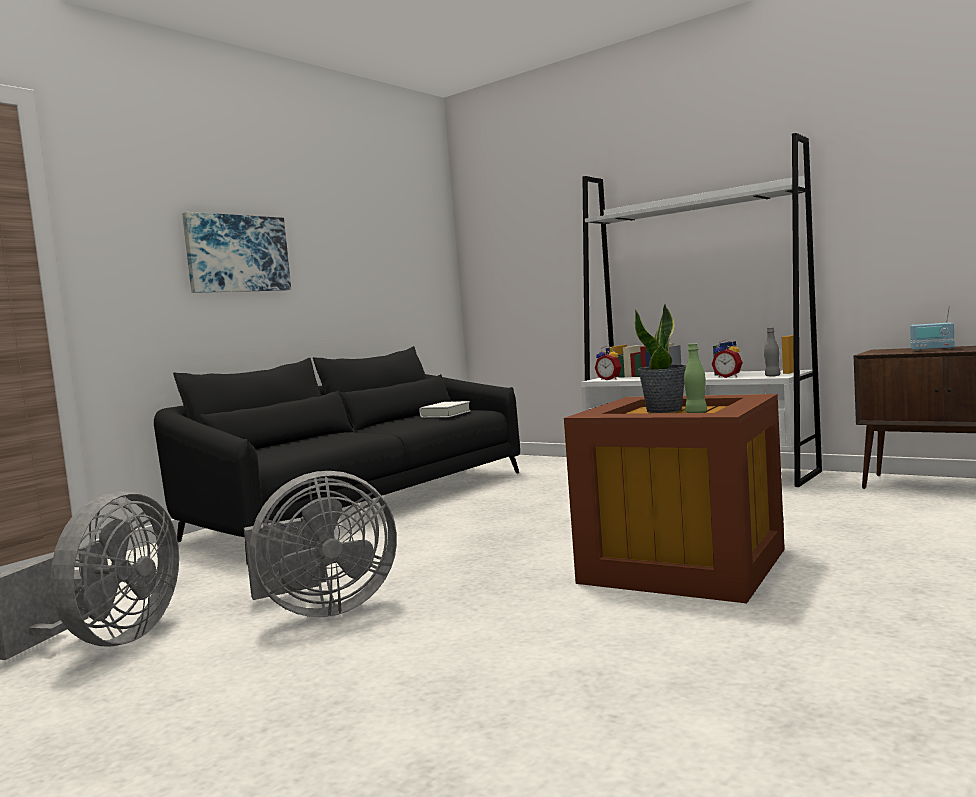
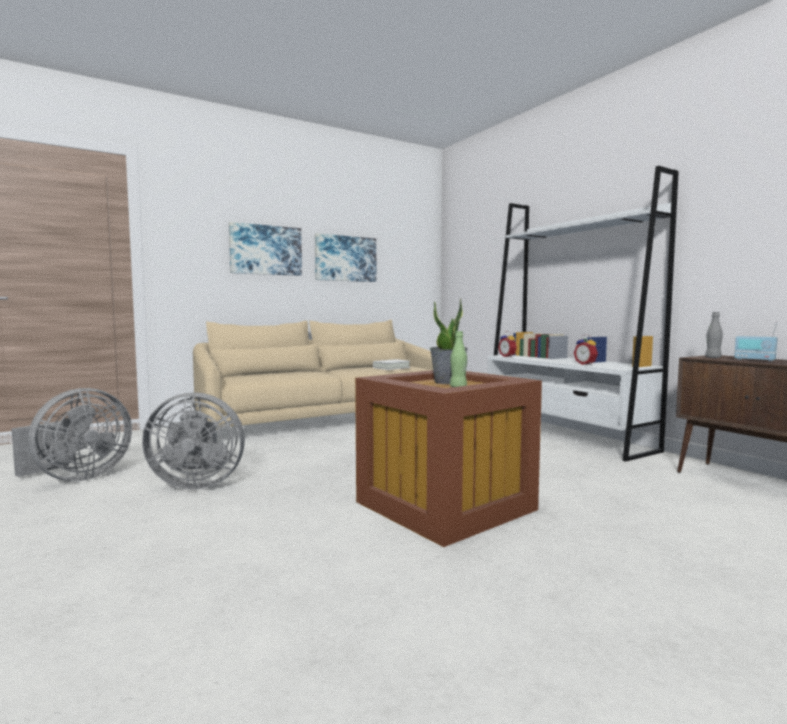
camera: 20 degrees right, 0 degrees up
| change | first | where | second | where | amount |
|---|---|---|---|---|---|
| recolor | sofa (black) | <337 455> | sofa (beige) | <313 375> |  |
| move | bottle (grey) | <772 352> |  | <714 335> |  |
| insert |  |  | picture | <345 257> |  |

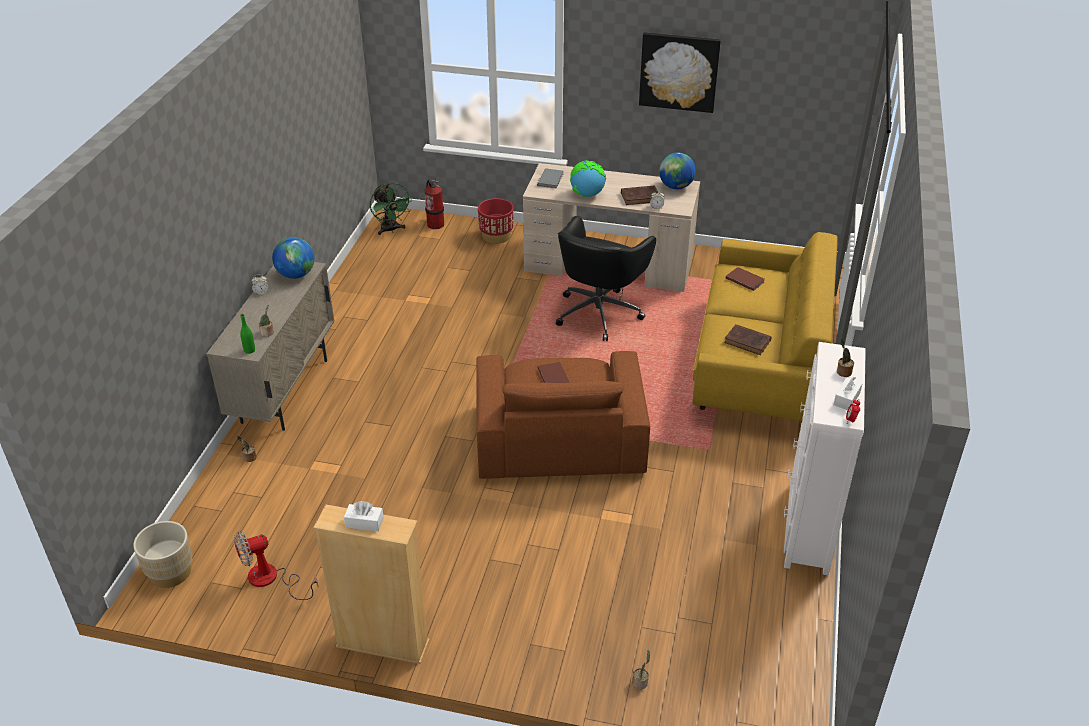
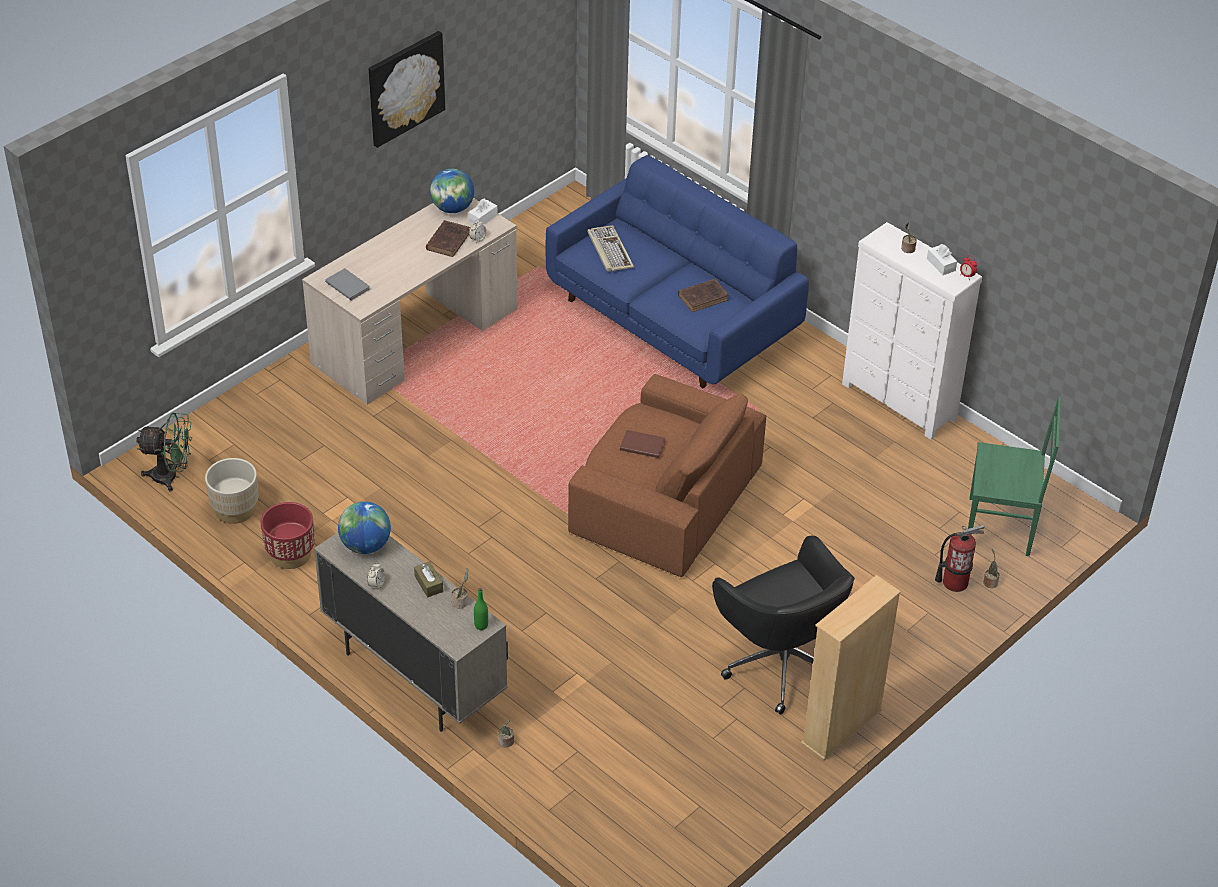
camera: 60 degrees left, 5 degrees up
| change | first | where | second | where | amount |
|---|---|---|---|---|---|
| move | planter (beige) | <162 554> |  | <231 491> |  |
| delete | fan | <276 565> |  |  |  |
| move | tissue box (white) | <364 516> |  | <483 211> |  |
| move | fire extinguisher | <434 204> |  | <959 558> |  |
| move | planter (red) | <496 221> |  | <287 535> |  |
| move | office chair (black) | <606 278> |  | <783 625> |  |
| delete | globe | <588 178> |  |  |  |
| recolor | sofa (yellow) | <765 326> | sofa (blue) | <677 271> |  |
| replace | book (brown) | <745 279> | keyboard | <610 248> |  |
| insert |  |  | tissue box (brown) | <428 579> |  |
| insert |  |  | chair (green) | <1014 476> |  |

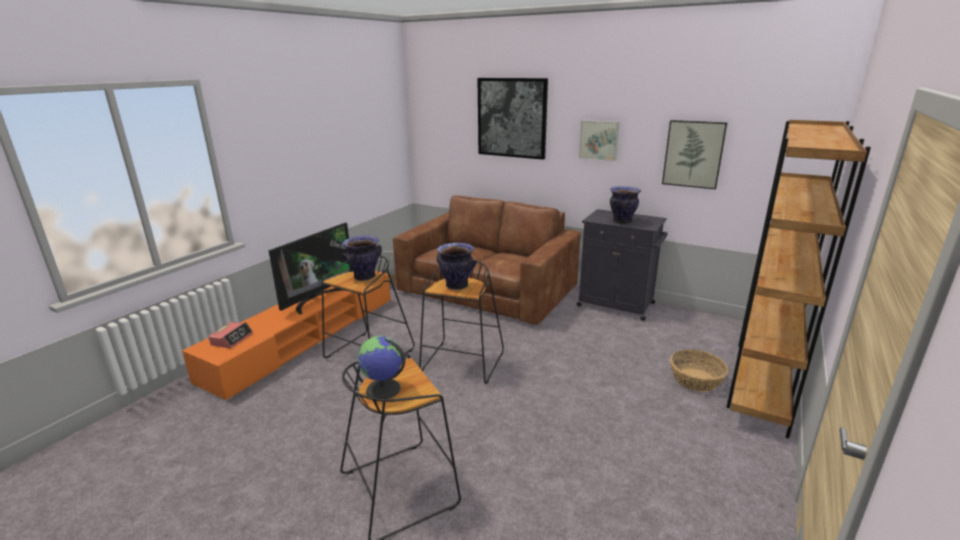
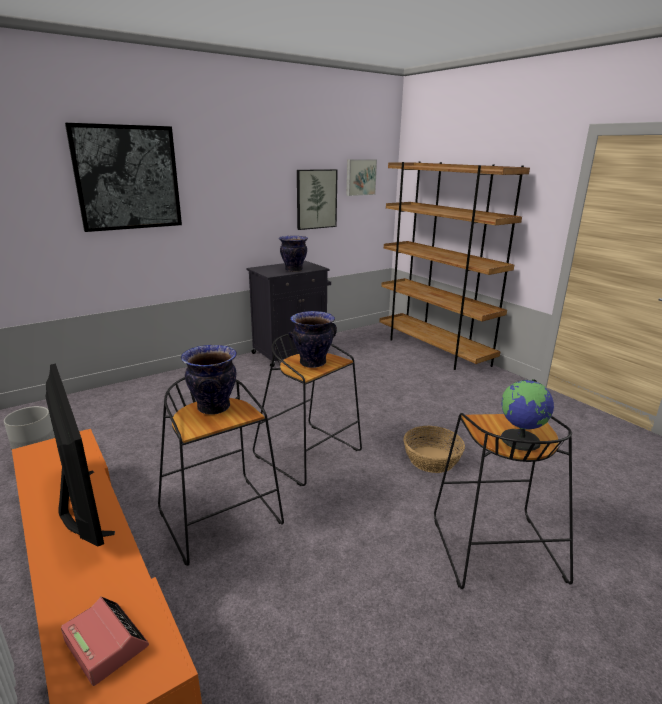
camera: 65 degrees left, 0 degrees up
| change | first | where | second | where | amount |
|---|---|---|---|---|---|
| delete | sofa (brown) | <486 260> |  |  |  |
| move | picture | <599 140> |  | <361 177> |  |
| move | basket | <699 370> |  | <434 449> |  |

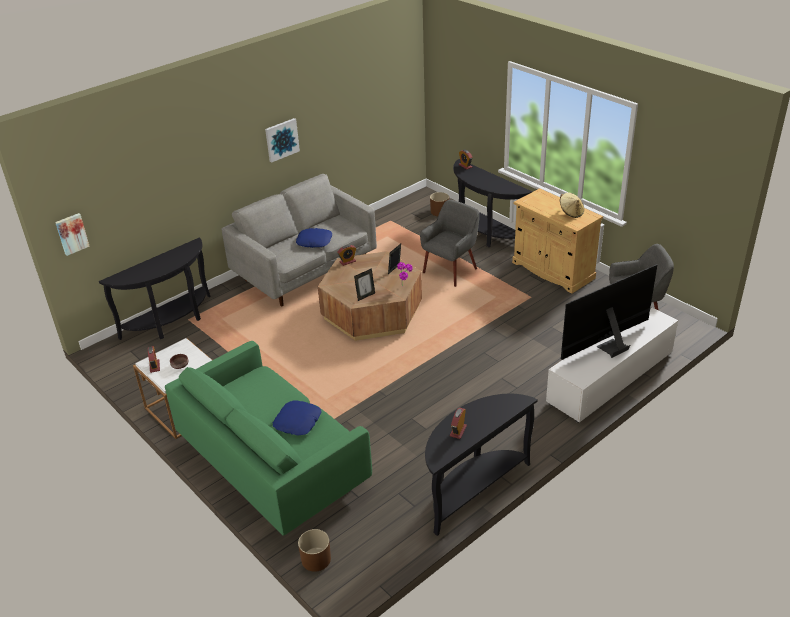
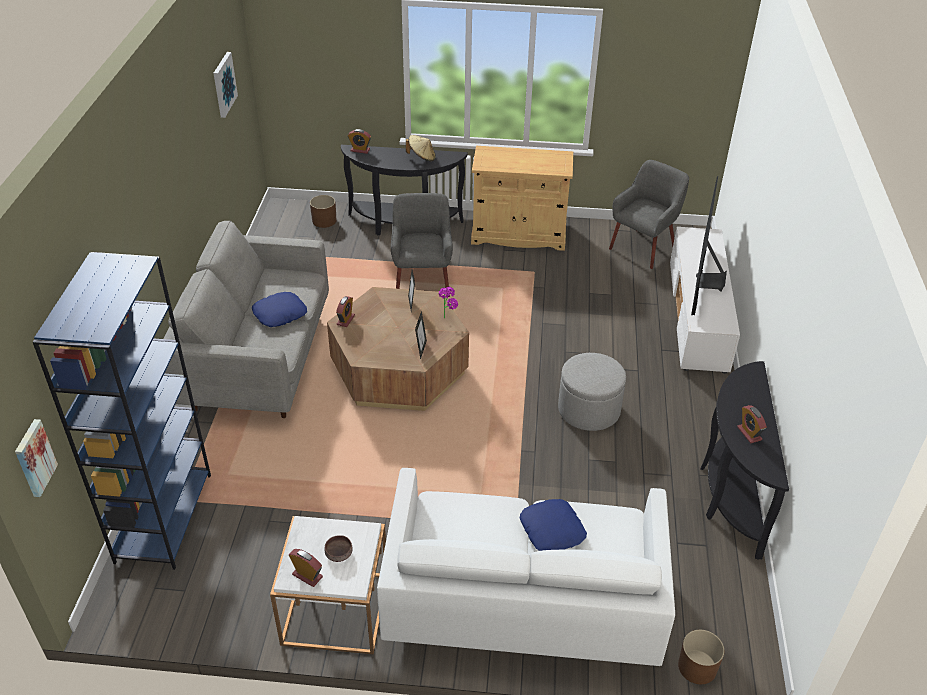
camera: 45 degrees left, 5 degrees up
| change | first | where | second | where | amount |
|---|---|---|---|---|---|
| replace | console table (black) | <155 289> | bookcase (blue) | <122 411> |  |
| recolor | sofa (green) | <268 438> | sofa (white) | <526 567> |  |
| move | picture | <282 140> |  | <226 85> |  |
| move | hat (beige) | <572 205> |  | <421 148> |  |
| insert |  |  | ottoman (grey) | <592 392> |  |

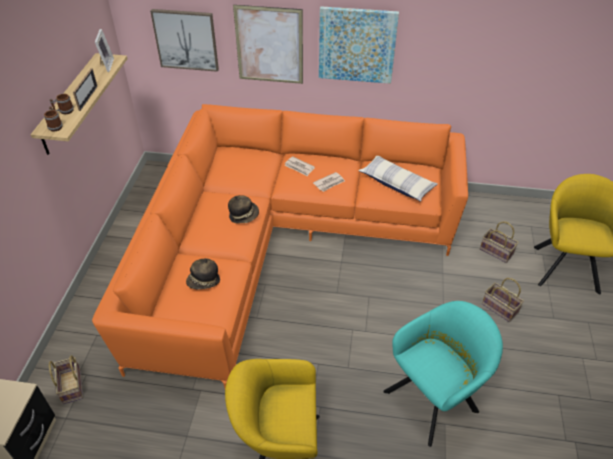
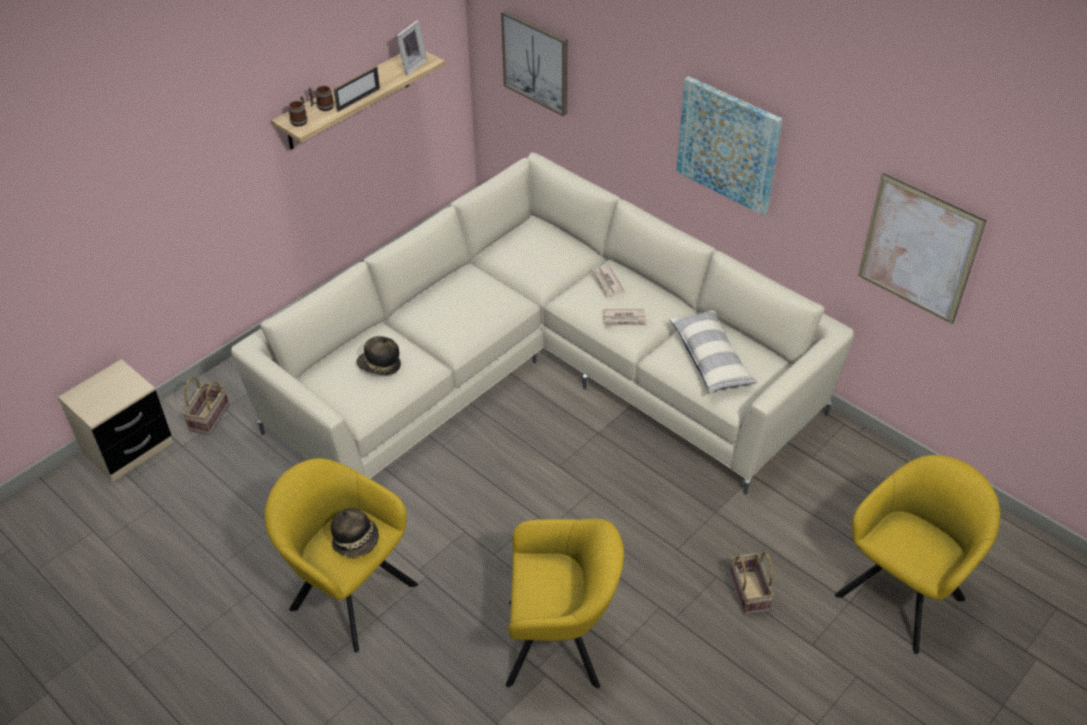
camera: 35 degrees right, 0 degrees up
| change | first | where | second | where | amount |
|---|---|---|---|---|---|
| recolor | sofa (orange) | <280 246> | sofa (beige) | <542 323> |  |
| move | hat | <243 209> |  | <355 532> |  |
| move | picture | <268 44> |  | <922 248> |  |
| recolor | armchair (turquoise) | <443 374> | armchair (yellow) | <565 603> |  |
| delete | basket | <499 242> |  |  |  |

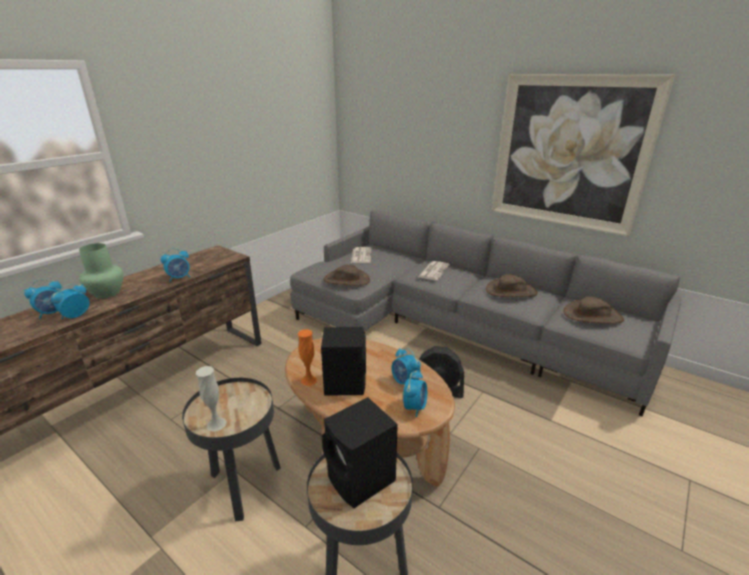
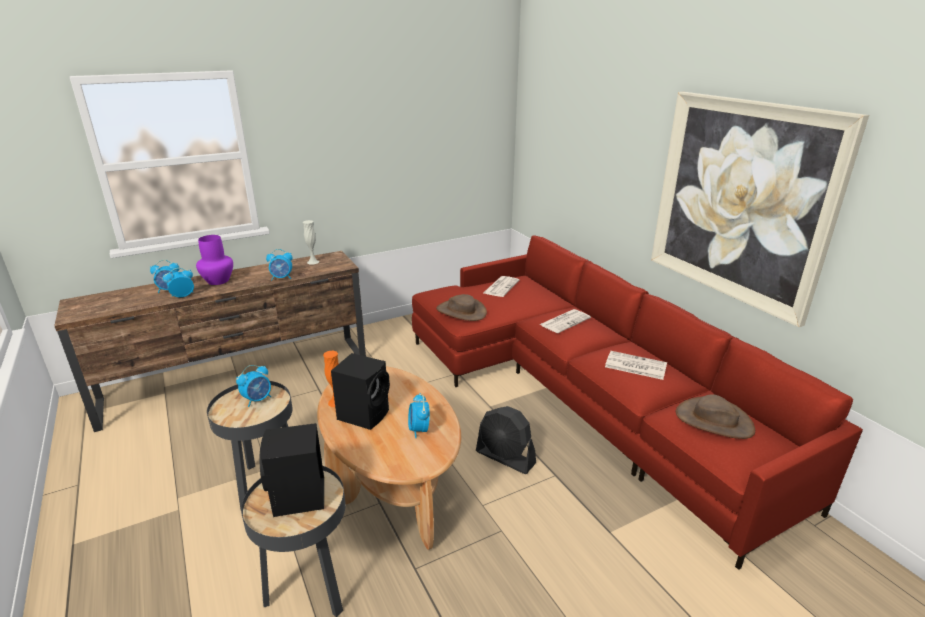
camera: 25 degrees right, 0 degrees up
| change | first | where | second | where | amount |
|---|---|---|---|---|---|
| recolor | vase (green) | <101 271> | vase (purple) | <214 260> |  |
| move | vase (white) | <211 399> |  | <311 242> |  |
| recolor | sofa (grey) | <485 313> | sofa (red) | <637 402> |  |
| move | alarm clock | <415 393> |  | <253 386> |  |
| replace | hat (brown) | <512 285> | newspaper | <636 365> |  |

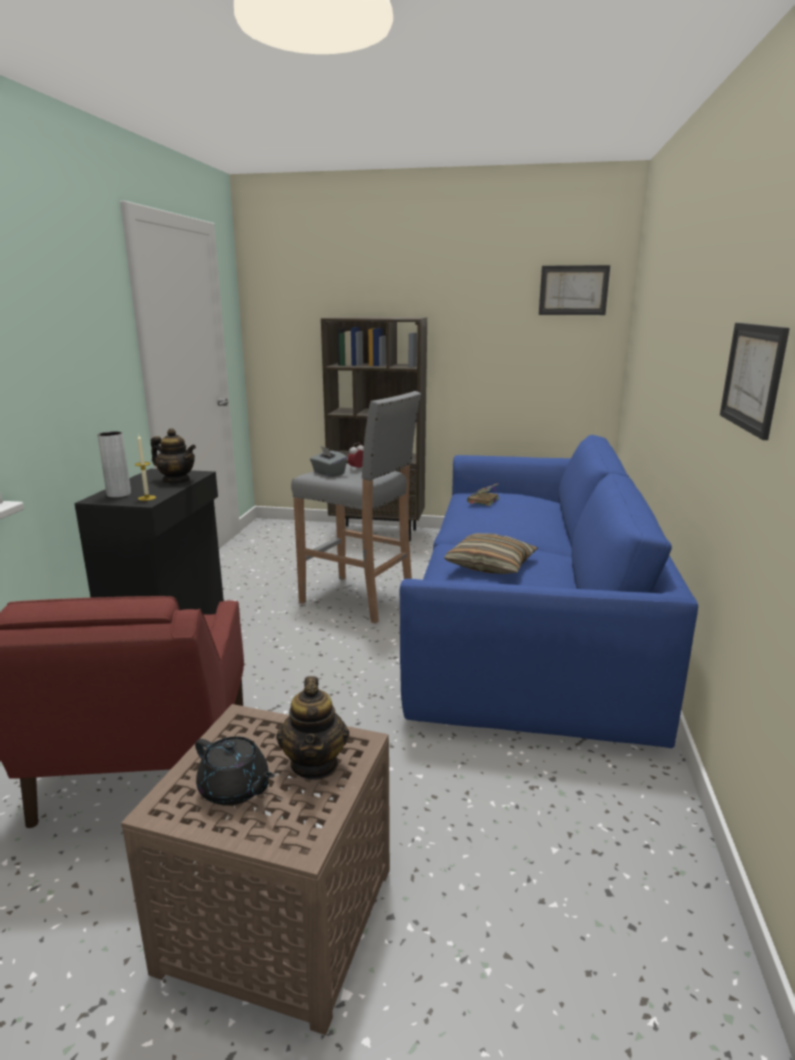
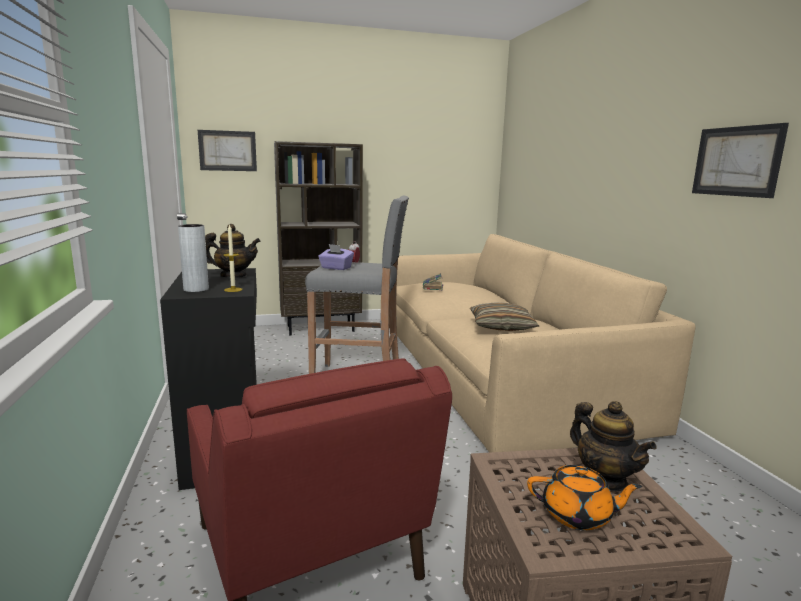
camera: 25 degrees left, 5 degrees down
| change | first | where | second | where | amount |
|---|---|---|---|---|---|
| recolor | teapot (black) | <235 771> | teapot (orange) | <585 497> |  |
| recolor | tissue box (grey) | <328 461> | tissue box (purple) | <336 257> |  |
| recolor | sofa (blue) | <548 591> | sofa (beige) | <546 343> |  |
| move | picture | <574 290> |  | <227 150> |  |

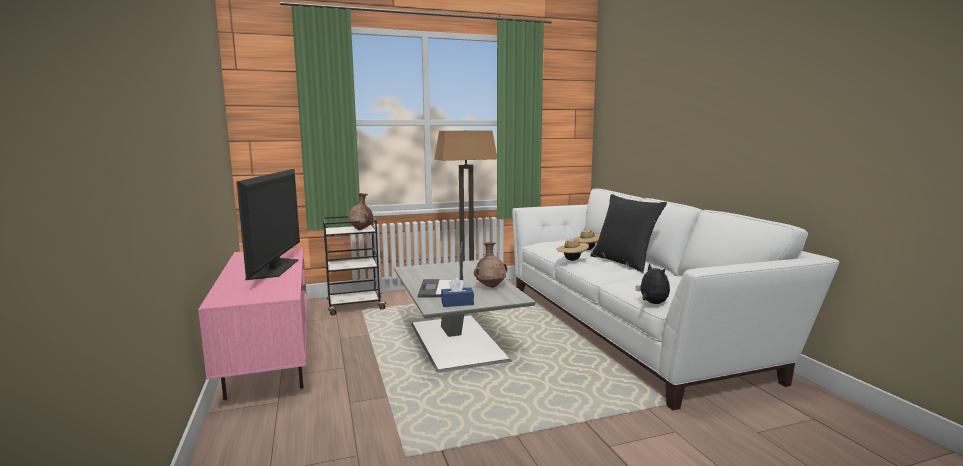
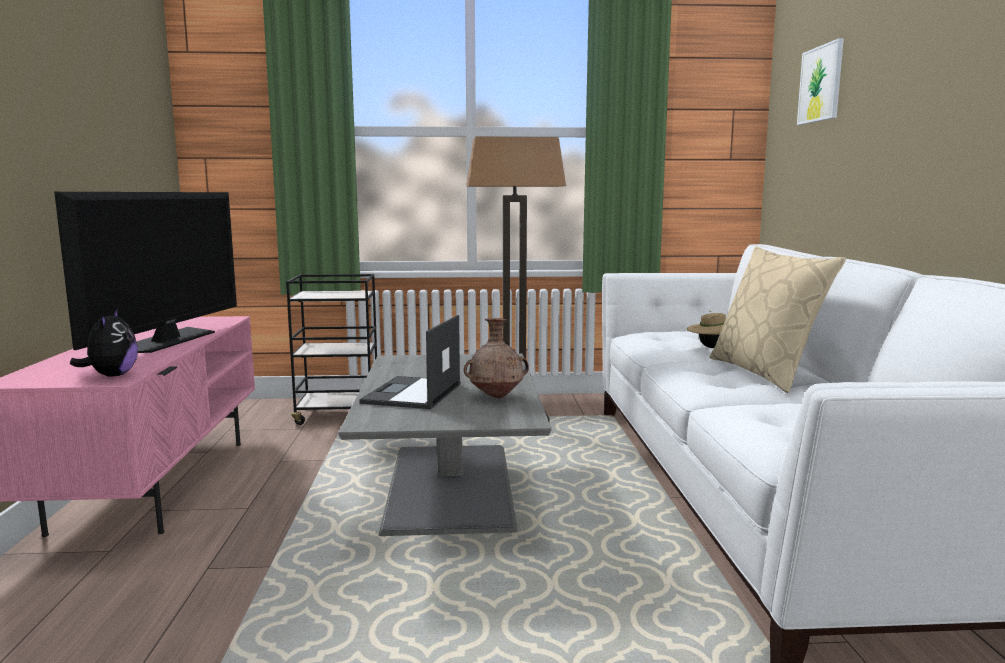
camera: 15 degrees right, 0 degrees up
| change | first | where | second | where | amount |
|---|---|---|---|---|---|
| delete | vase (brown) | <360 211> |  |  |  |
| delete | tissue box (blue) | <457 292> |  |  |  |
| delete | hat (beige) | <572 249> |  |  |  |
| recolor | pillow (black) | <628 233> | pillow (beige) | <777 319> |  |
| move | plush toy | <653 283> |  | <104 342> |  |
| insert |  |  | picture | <820 81> |  |

